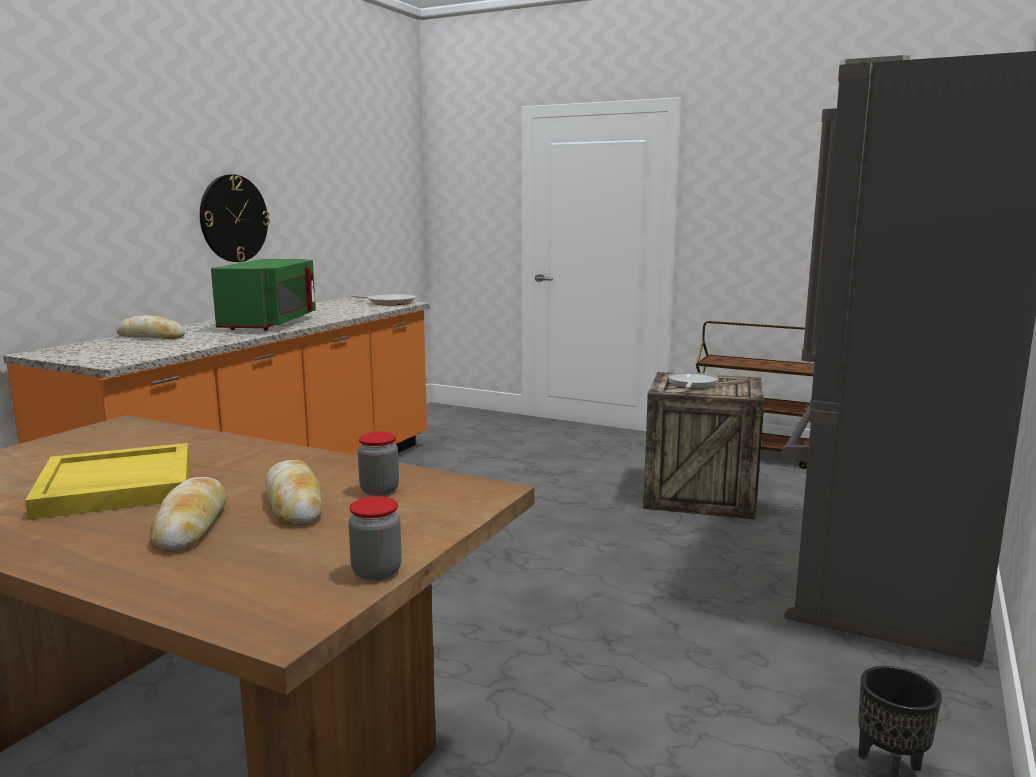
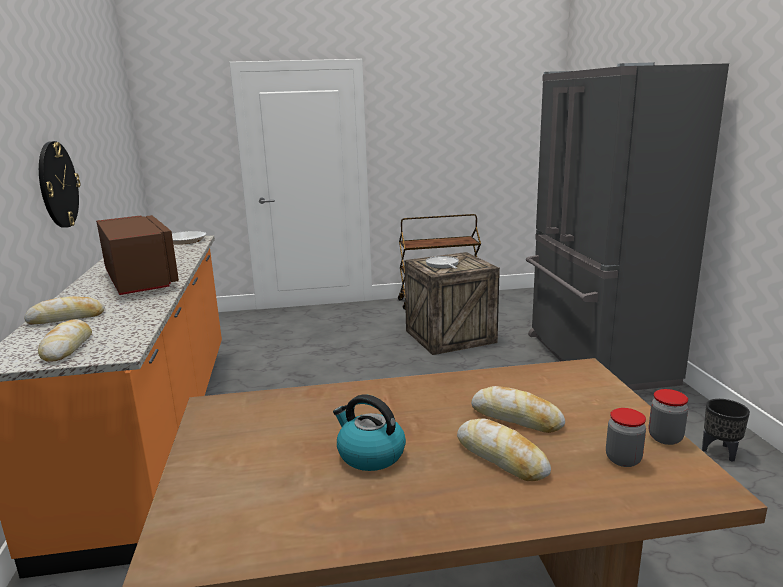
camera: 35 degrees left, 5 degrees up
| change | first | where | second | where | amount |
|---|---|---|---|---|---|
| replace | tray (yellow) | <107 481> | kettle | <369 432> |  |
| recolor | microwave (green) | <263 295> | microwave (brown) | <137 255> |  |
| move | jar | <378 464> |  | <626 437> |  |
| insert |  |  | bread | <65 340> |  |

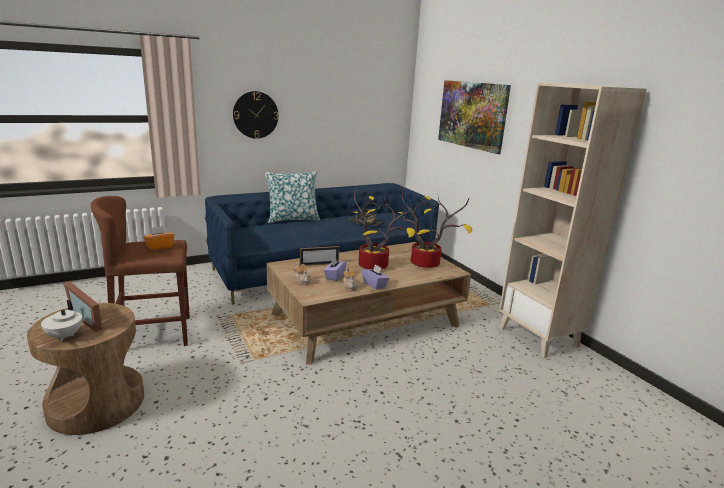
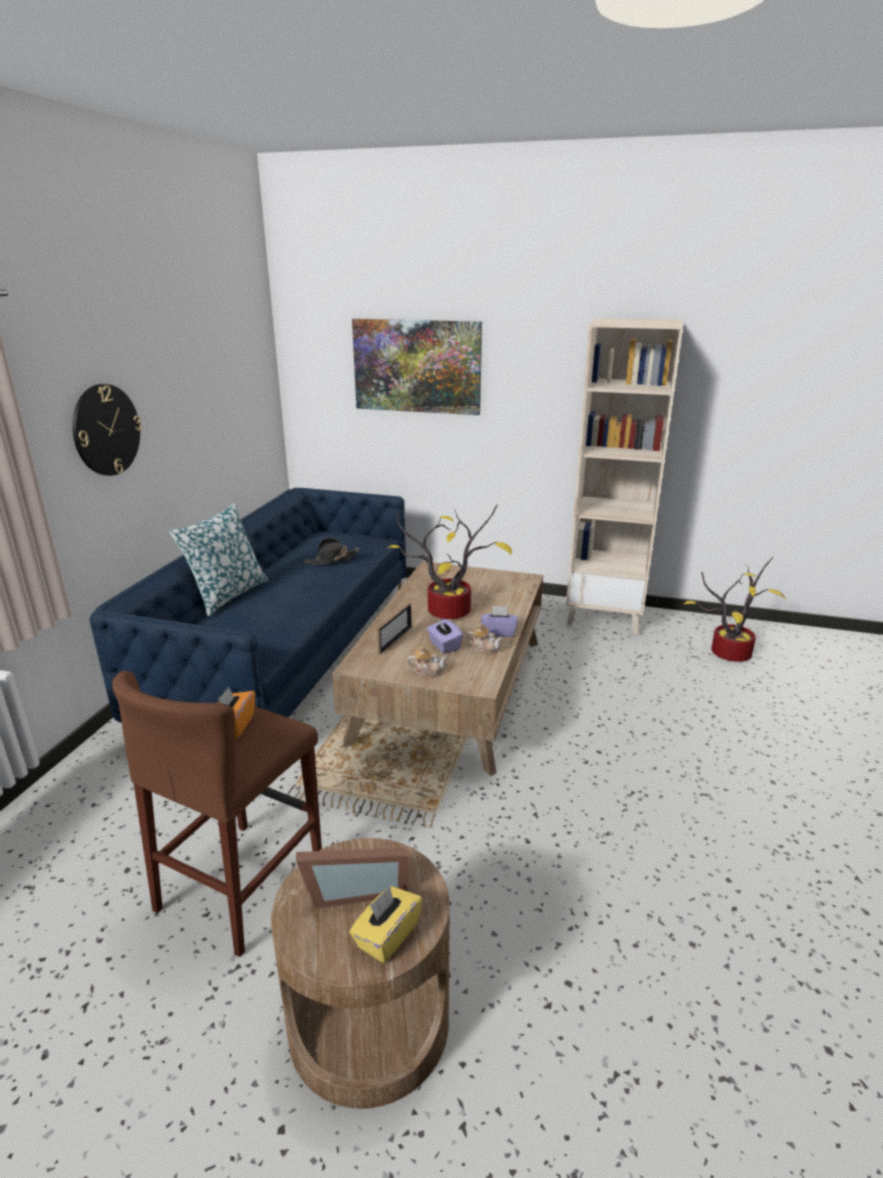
camera: 45 degrees left, 5 degrees up
| change | first | where | second | where | amount |
|---|---|---|---|---|---|
| replace | teapot (white) | <61 320> | tissue box (yellow) | <386 924> |  |
| move | potted plant | <434 229> |  | <735 609> |  |

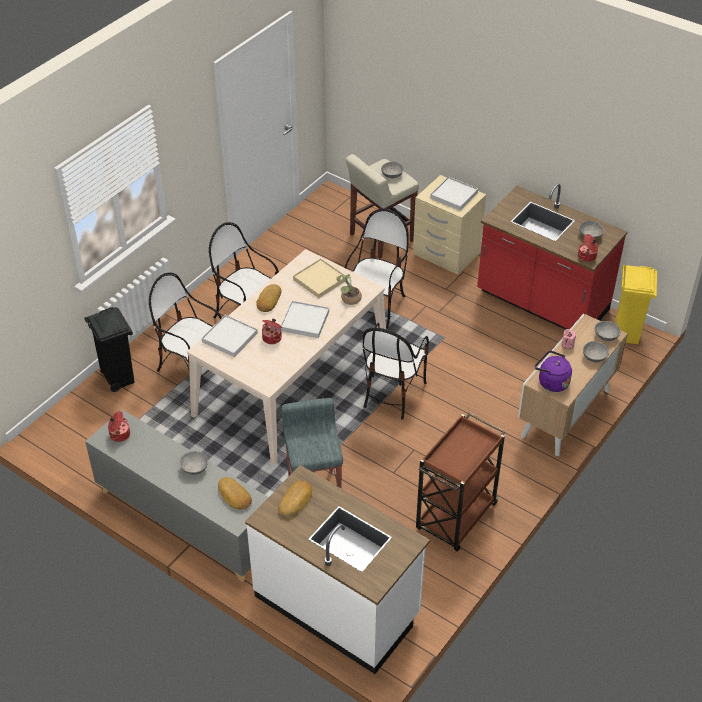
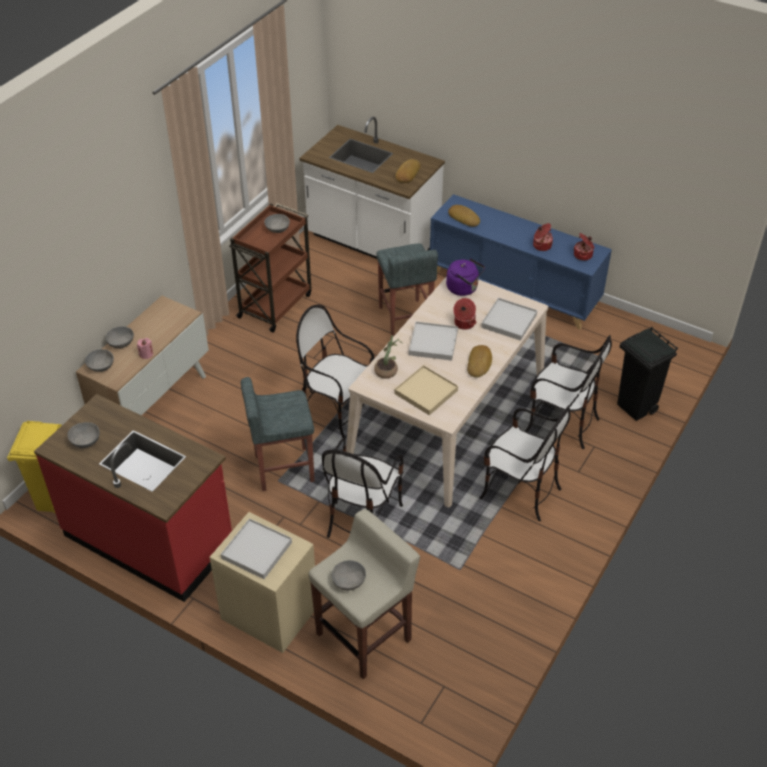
camera: 175 degrees right, 0 degrees up
| change | first | where | second | where | amount |
|---|---|---|---|---|---|
| recolor | cabinet (grey) | <176 495> | cabinet (blue) | <521 261> |  |
| move | bowl (grey) | <194 463> |  | <277 223> |  |
| rotate | chair | <395 371> |  | <335 372> | 75 degrees counterclockwise |
| move | kettle (purple) | <553 371> |  | <465 277> |  |
| move | cooking pot | <588 248> |  | <543 237> |  |
| insert |  |  | stool (grey) | <278 434> |  |

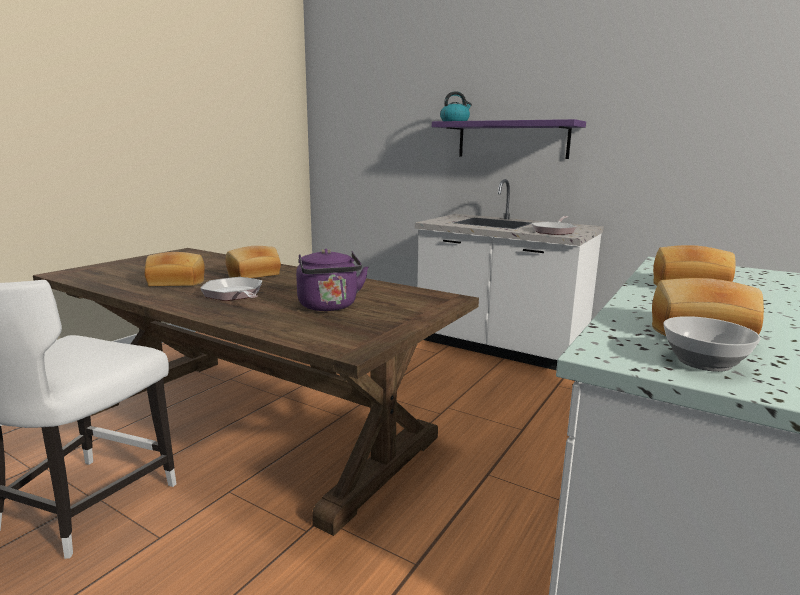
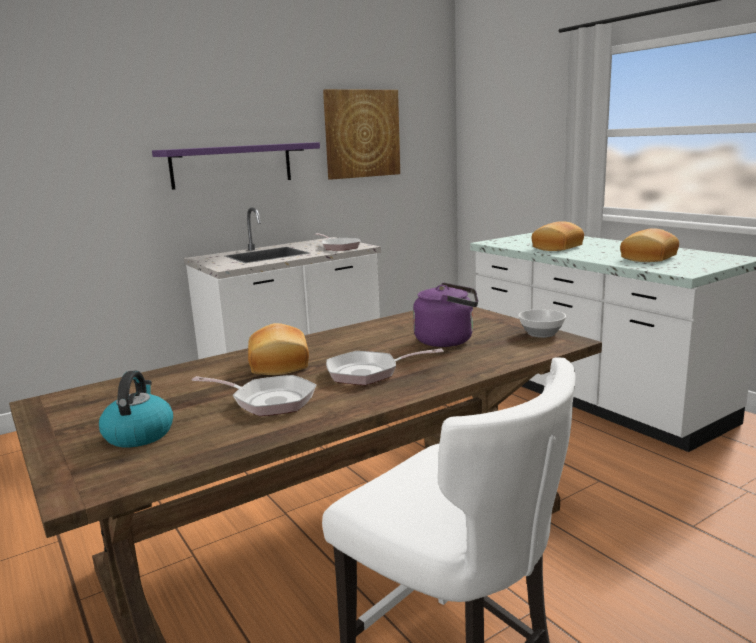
camera: 65 degrees left, 0 degrees up
| change | first | where | second | where | amount |
|---|---|---|---|---|---|
| replace | bread | <175 269> | frying pan | <254 395> |  |
| move | kettle | <456 106> |  | <136 409> |  |
| move | bowl | <712 344> |  | <542 323> |  |
| insert |  |  | picture | <361 134> |  |

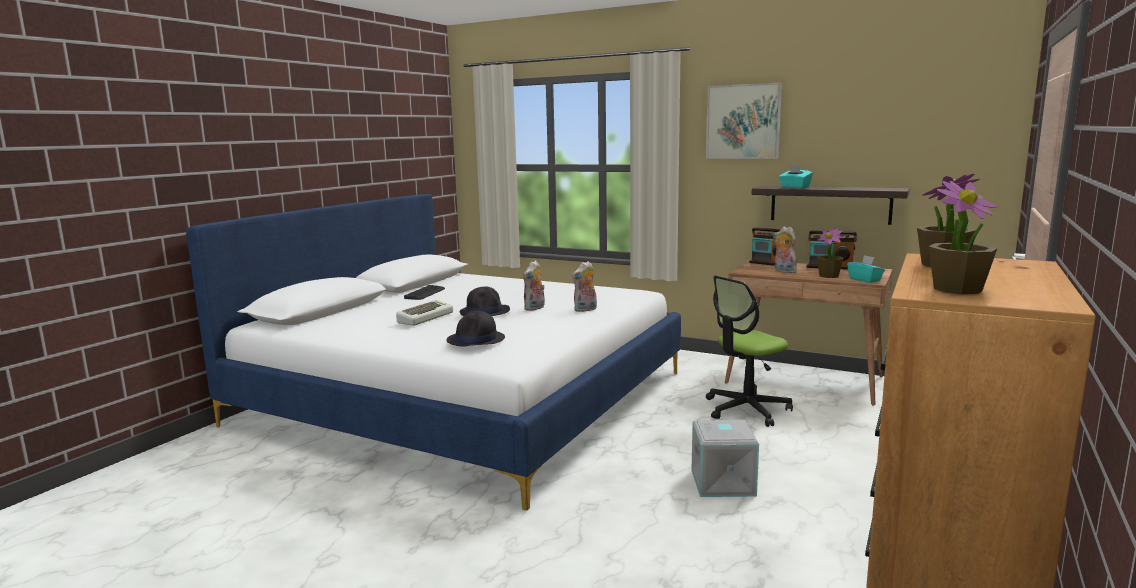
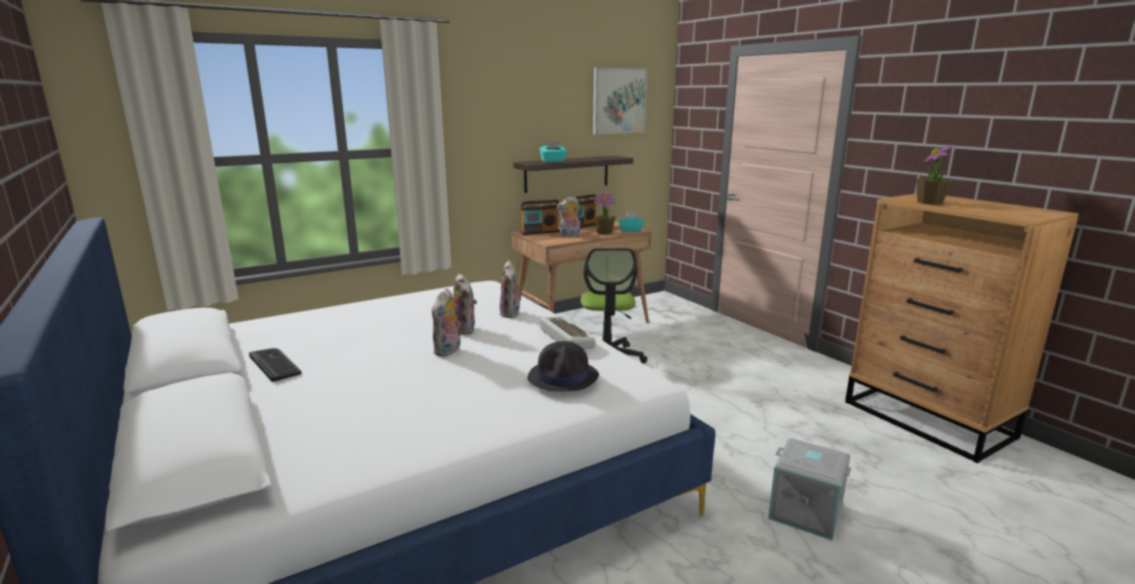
camera: 60 degrees left, 5 degrees up
| change | first | where | second | where | amount |
|---|---|---|---|---|---|
| move | keyboard | <424 313> |  | <568 333> |  |
| replace | hat (black) | <485 301> | plush toy | <446 322> |  |
| move | storage box (grey) | <725 458> |  | <809 489> |  |
| move | picture | <744 121> |  | <620 100> |  |
| delete | potted plant | <963 238> |  |  |  |

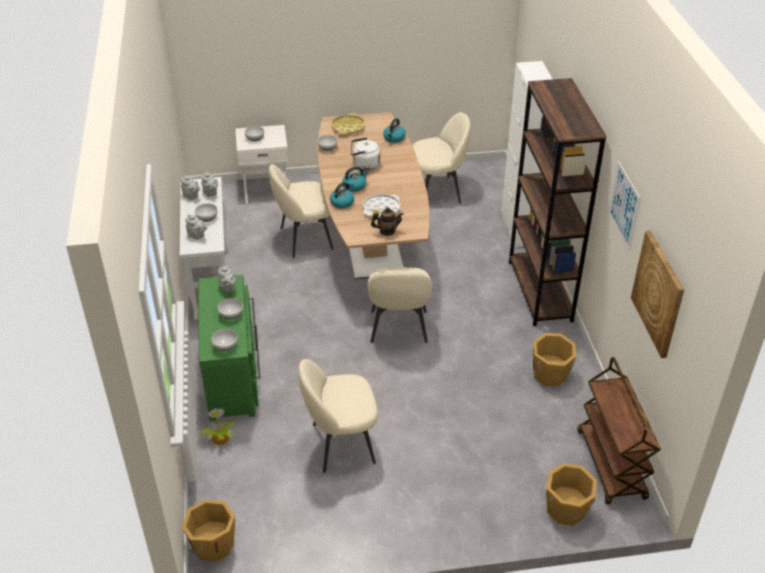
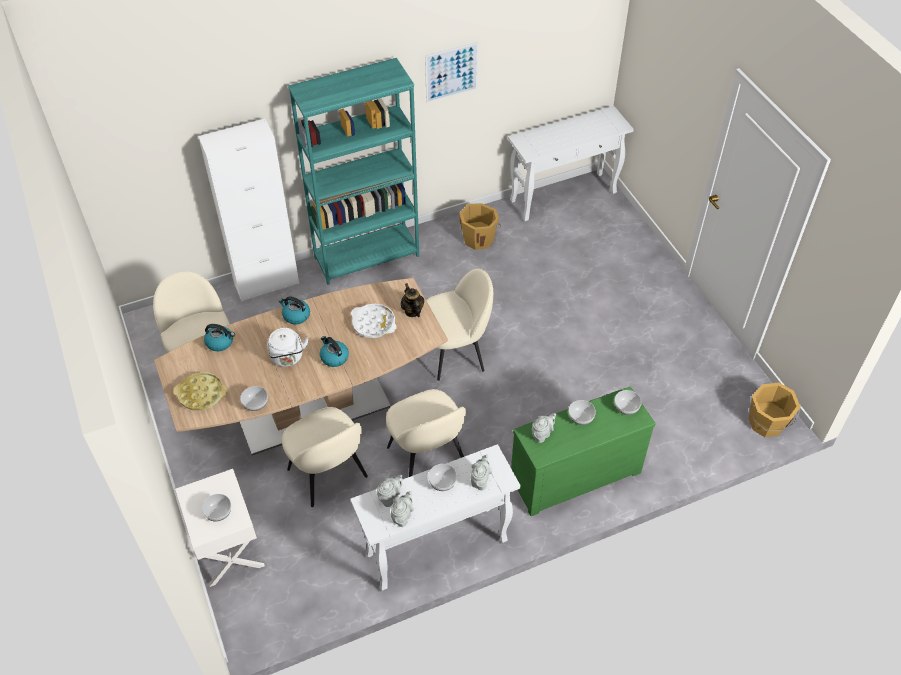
camera: 105 degrees left, 10 degrees up
| change | first | where | second | where | amount |
|---|---|---|---|---|---|
| delete | potted plant | <217 426> |  |  |  |
| move | chair (beige) | <338 416> |  | <426 433> |  |
| move | kettle | <342 195> |  | <294 310> |  |
| recolor | bookcase (brown) | <558 202> | bookcase (turquoise) | <353 171> |  |
| delete | bucket (orange) | <571 494> |  |  |  |
| replace | cart (brown) | <619 430> | console table (white) | <571 163> |  |
| delete | picture | <657 294> |  |  |  |

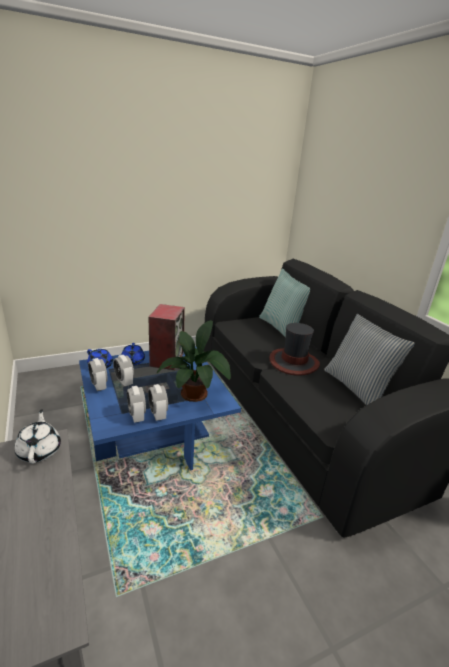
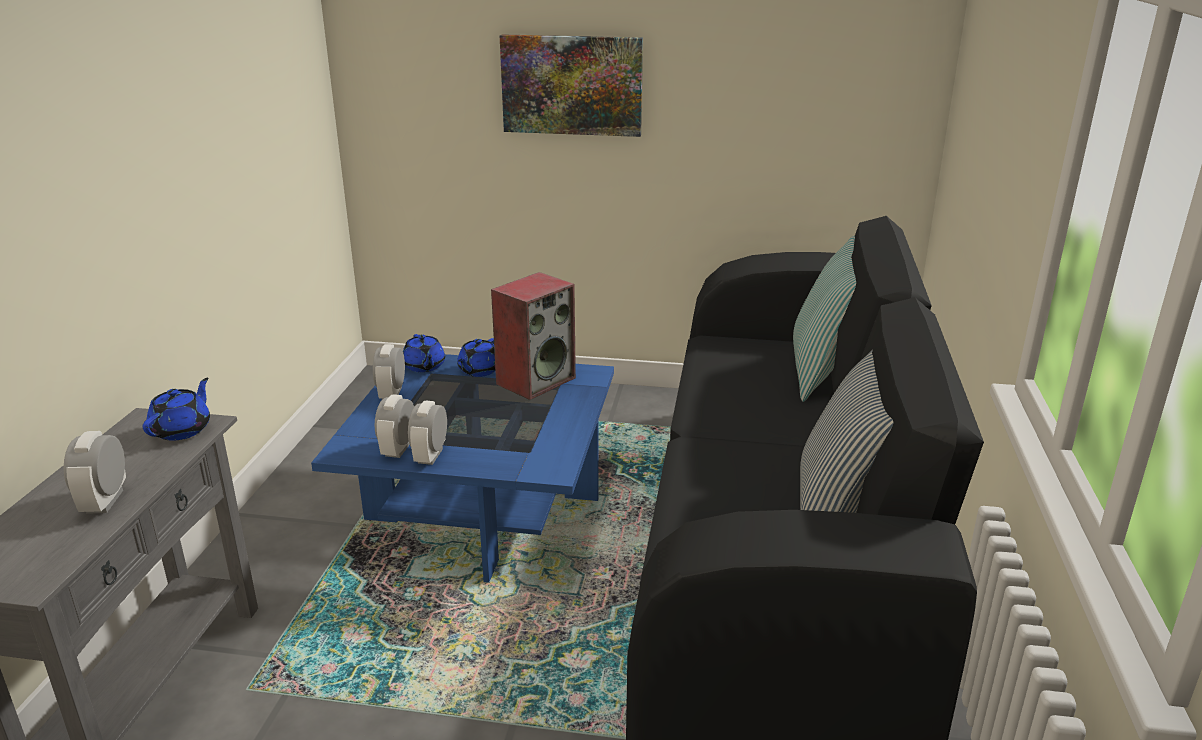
camera: 35 degrees right, 0 degrees up
| change | first | where | second | where | amount |
|---|---|---|---|---|---|
| recolor | teapot (white) | <37 436> | teapot (blue) | <176 409> |  |
| move | alarm clock | <123 371> |  | <95 472> |  |
| delete | potted plant | <194 361> |  |  |  |
| delete | hat | <294 349> |  |  |  |
| insert |  |  | picture | <571 85> |  |

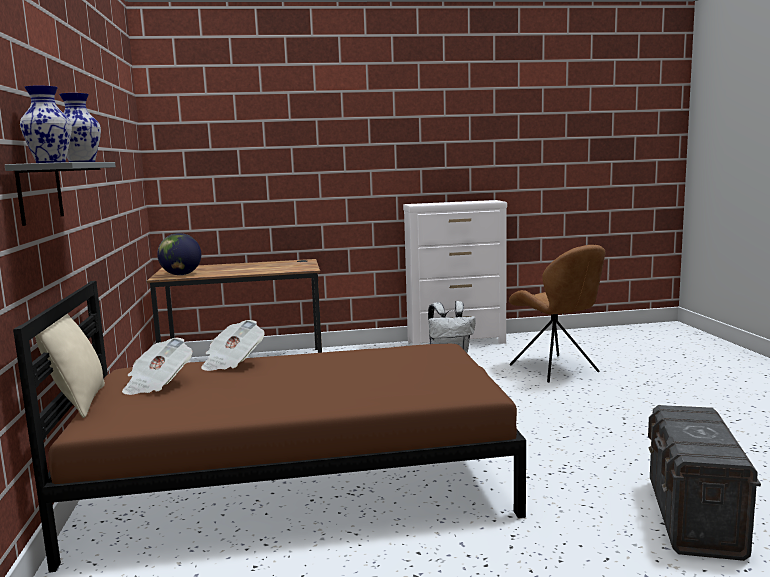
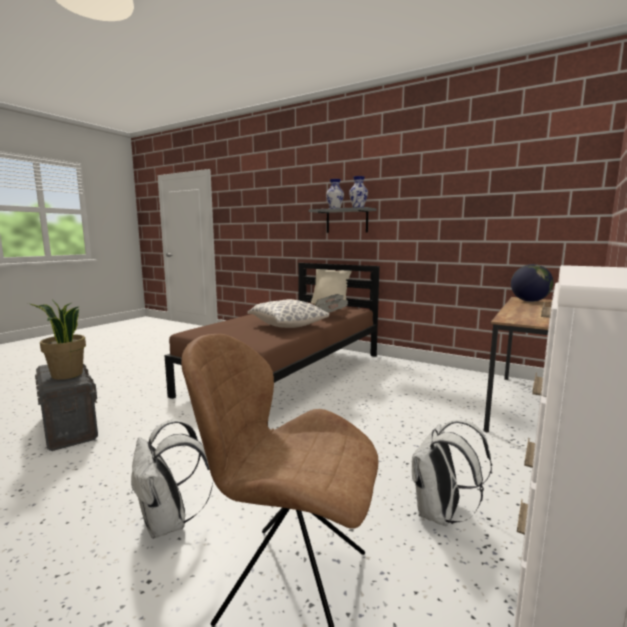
camera: 130 degrees right, 0 degrees up
| change | first | where | second | where | amount |
|---|---|---|---|---|---|
| insert |  |  | potted plant | <57 340> |  |
| insert |  |  | backpack (white) | <172 479> |  |
| insert |  |  | pillow | <288 313> |  |

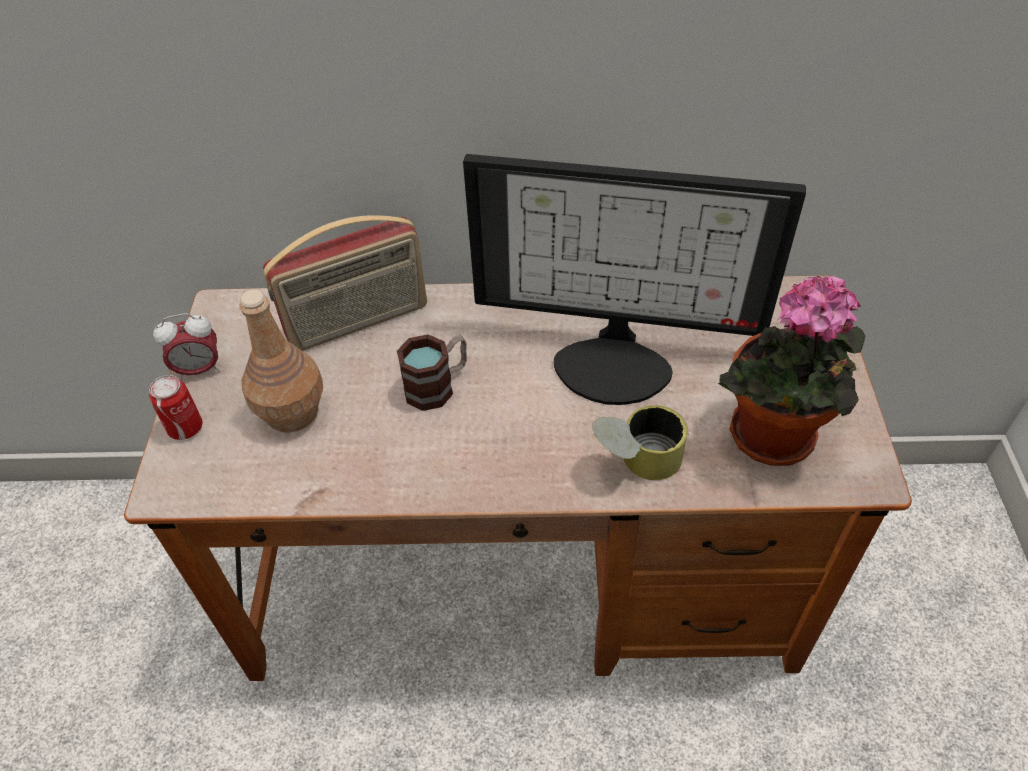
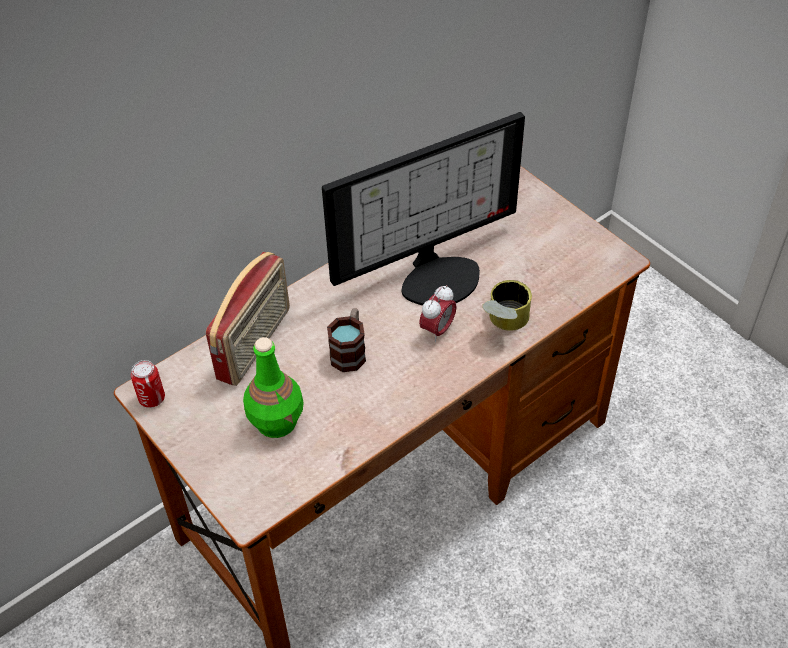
camera: 40 degrees left, 0 degrees up
| change | first | where | second | where | amount |
|---|---|---|---|---|---|
| move | can | <176 407> |  | <148 384> |  |
| move | alarm clock | <186 346> |  | <438 313> |  |
| recolor | bottle (brown) | <281 361> | bottle (green) | <273 387> |  |
| delete | potted plant | <791 370> |  |  |  |

